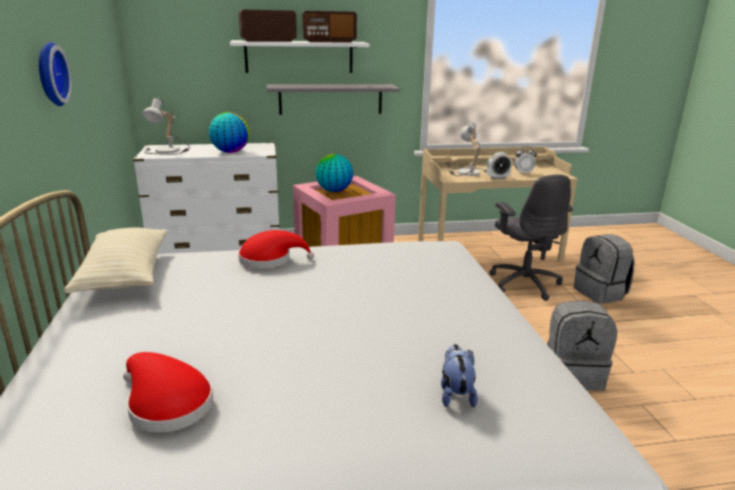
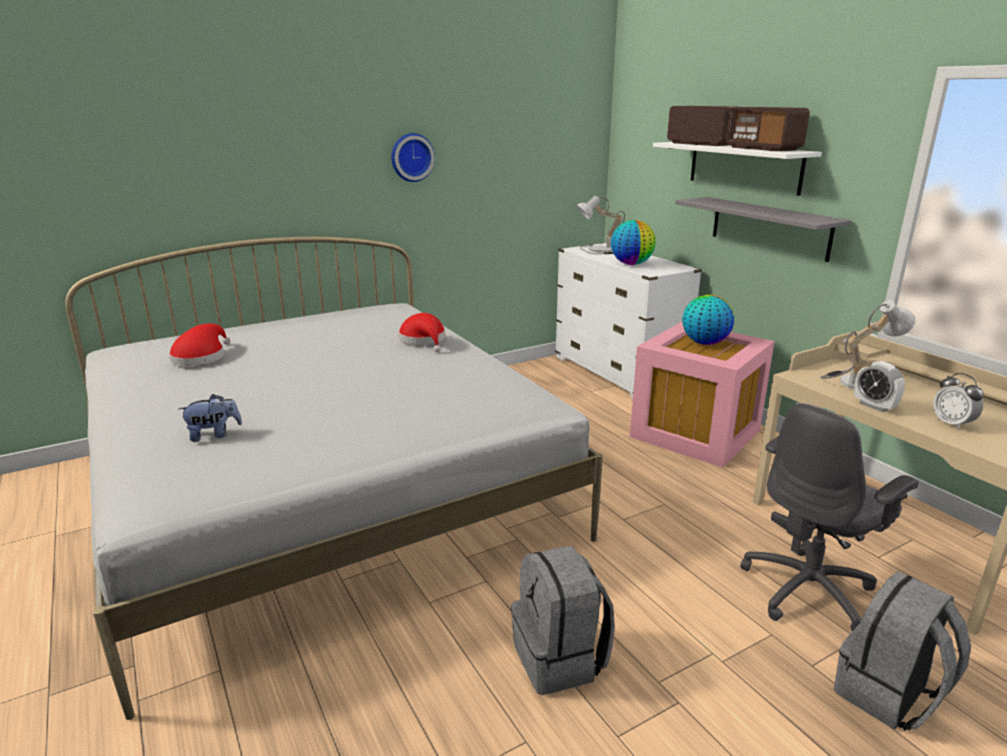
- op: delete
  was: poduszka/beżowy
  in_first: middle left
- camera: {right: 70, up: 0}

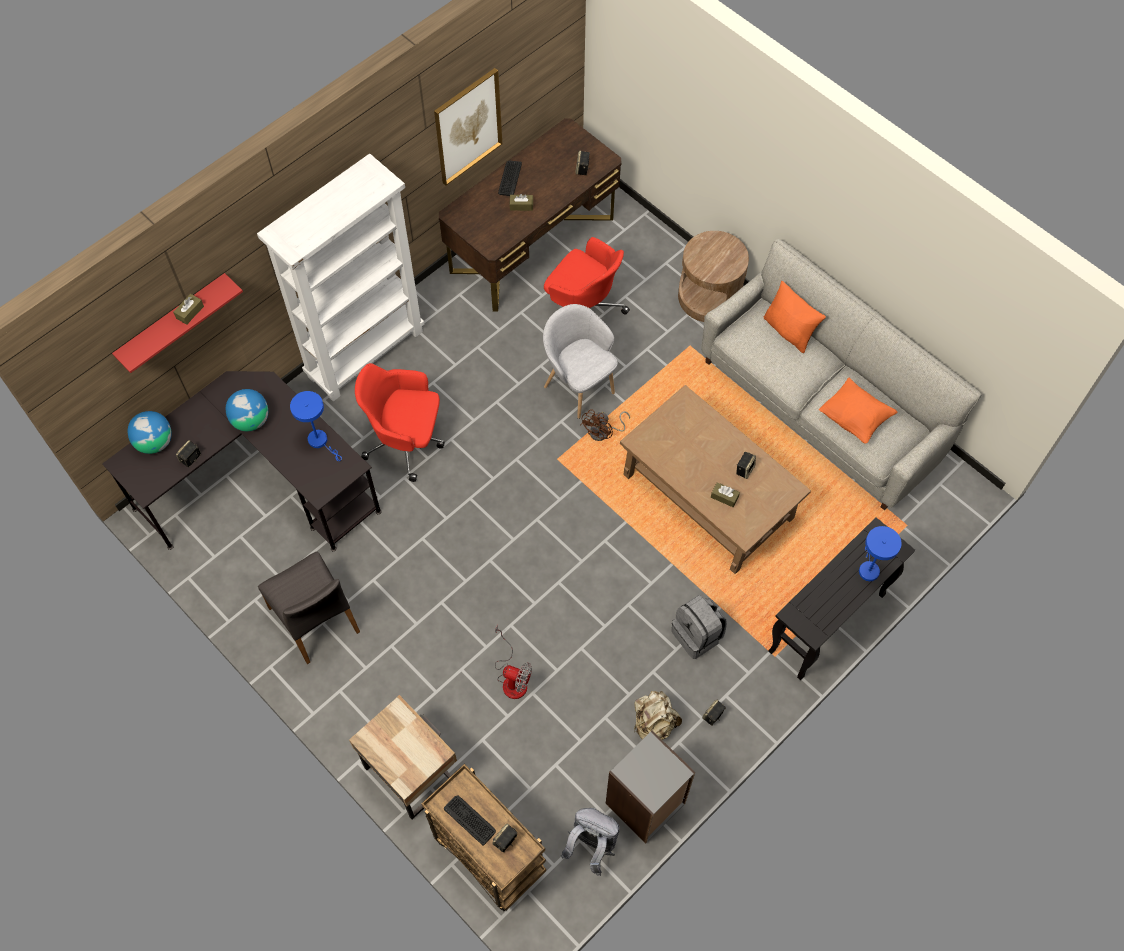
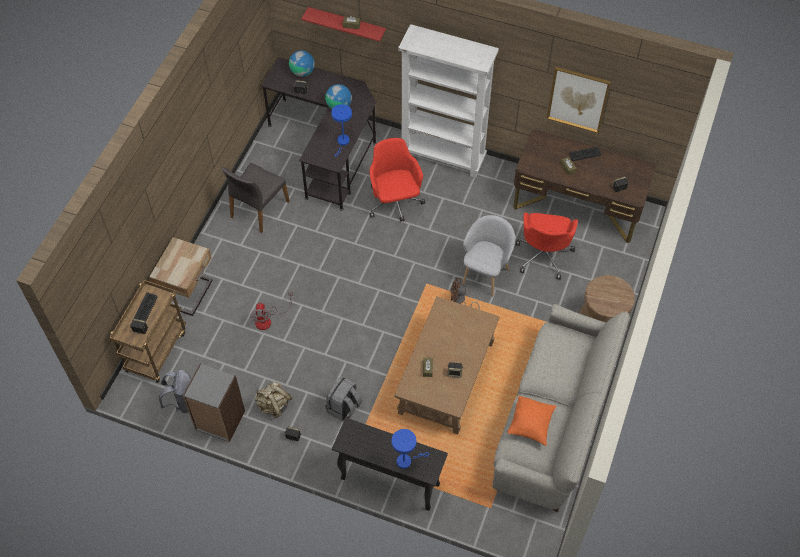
- op: delete
  was: poduszka/pomarańczowy (1st from left)
  in_first: middle right
- camera: {right: 65, up: -5}

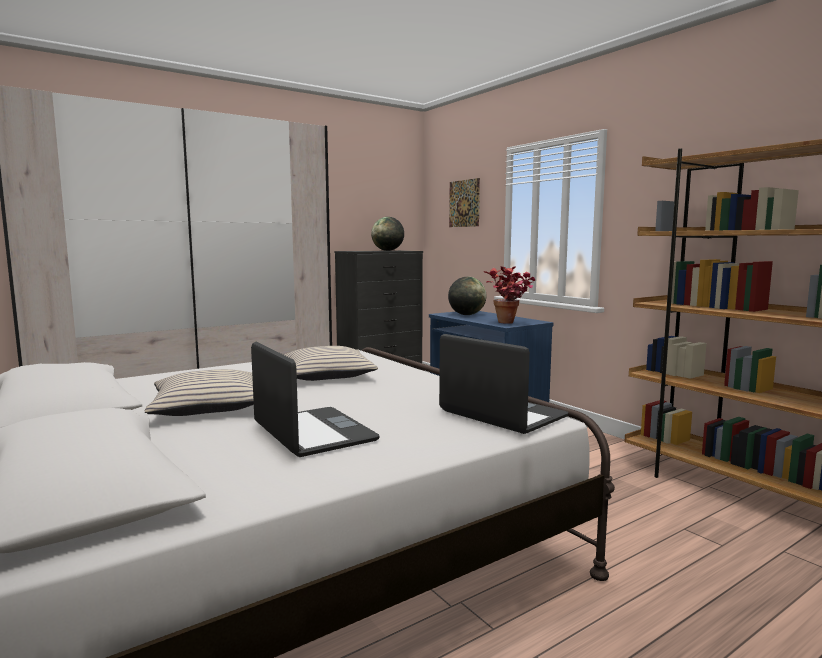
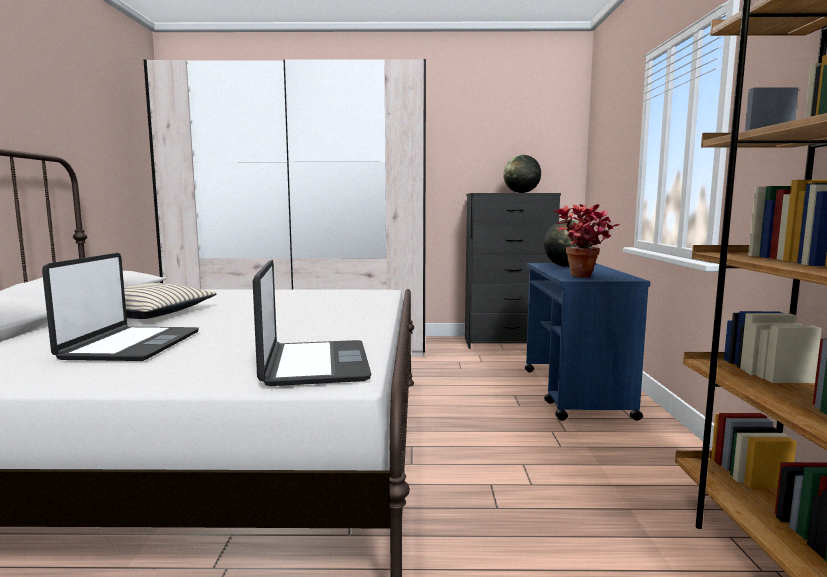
- op: delete
  was: poduszka/beżowy (2nd from left)
  in_first: centre
- op: delete
  was: obraz
  in_first: top centre
- camera: {right: 35, up: 0}

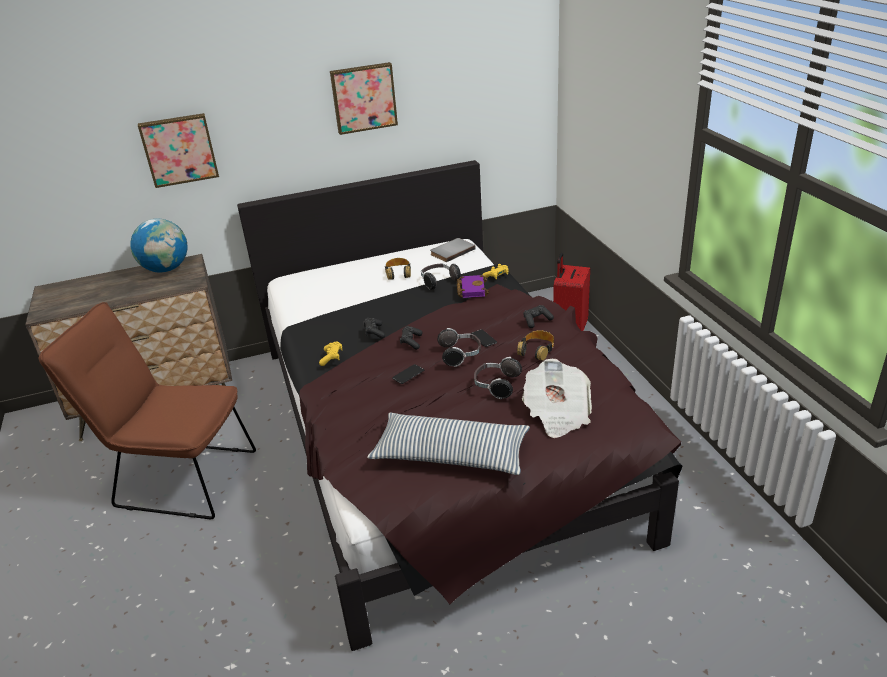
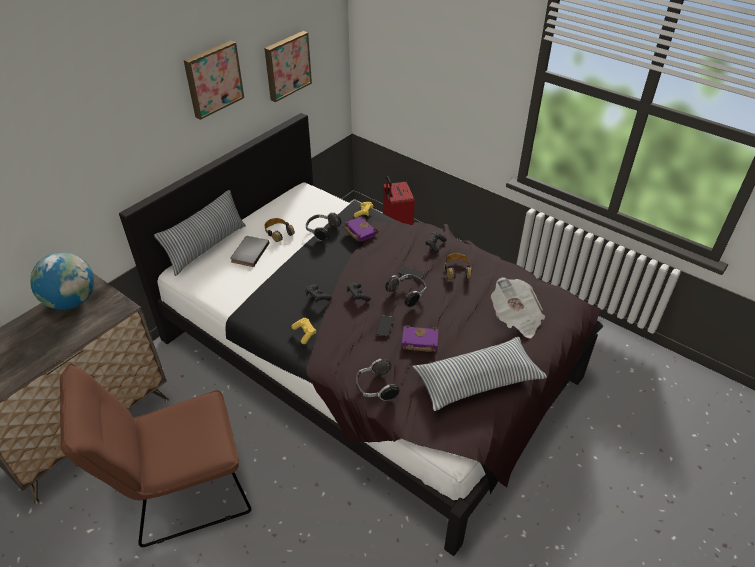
- op: insert
  now: poduszka (1st from left)
  in_second: middle left
- op: insert
  now: książka/fioletowy (2nd from left)
  in_second: centre
- op: move
  was: obraz (1st from left in the first image)
  now: obraz (2nd from left)
  in_first: top left
  in_second: top centre
- op: move
  was: książka/szary
  in_first: centre
  in_second: middle left
- op: move
  was: słuchawki (4th from left in the first image)
  now: słuchawki (3rd from left)
  in_first: centre
  in_second: bottom centre
- camera: {right: -35, up: 10}

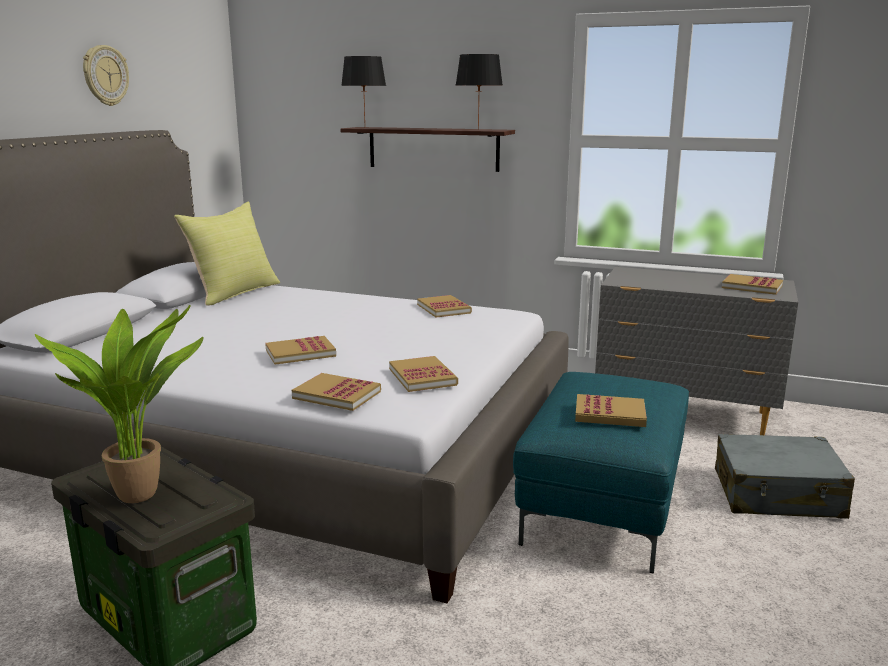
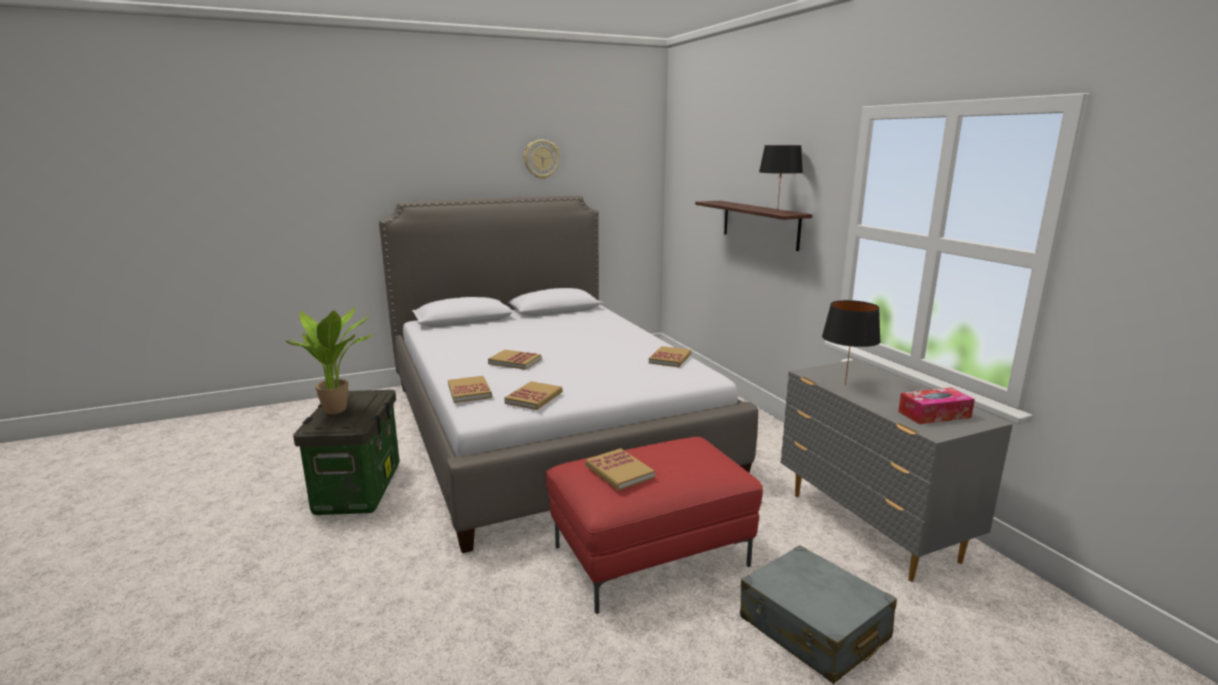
- op: delete
  was: poduszka/żółty
  in_first: middle left
- op: move
  was: lampa stołowa/czarny (1st from left in the first image)
  now: lampa stołowa/czarny (2nd from left)
  in_first: top centre
  in_second: middle right
- op: replace
  was: książka (6th from left)
  now: pudełko chusteczek
  in_first: middle right
  in_second: middle right
- op: recolor
  was: pufa/turkusowy
  now: pufa/czerwony
  in_first: bottom right
  in_second: bottom centre
- camera: {right: 45, up: 0}

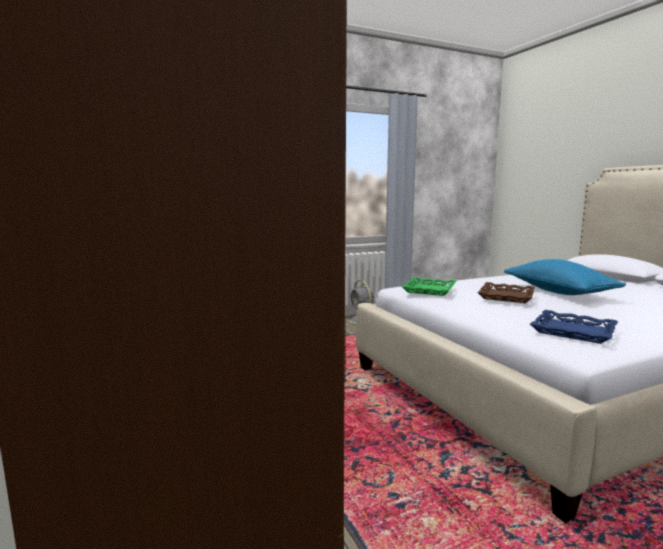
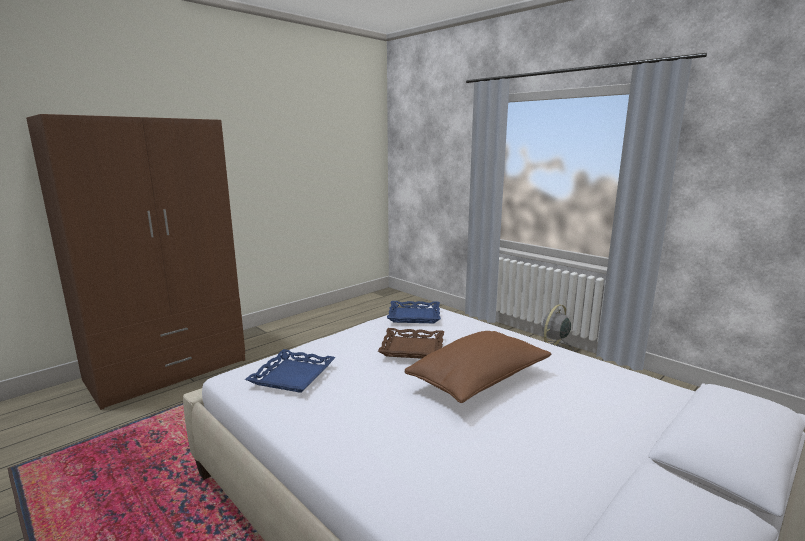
- op: recolor
  was: taca/zielony
  now: taca/niebieski (2nd from left)
  in_first: centre
  in_second: centre
- op: recolor
  was: poduszka/niebieski
  now: poduszka/brązowy
  in_first: middle right
  in_second: bottom centre
- camera: {right: 70, up: 5}

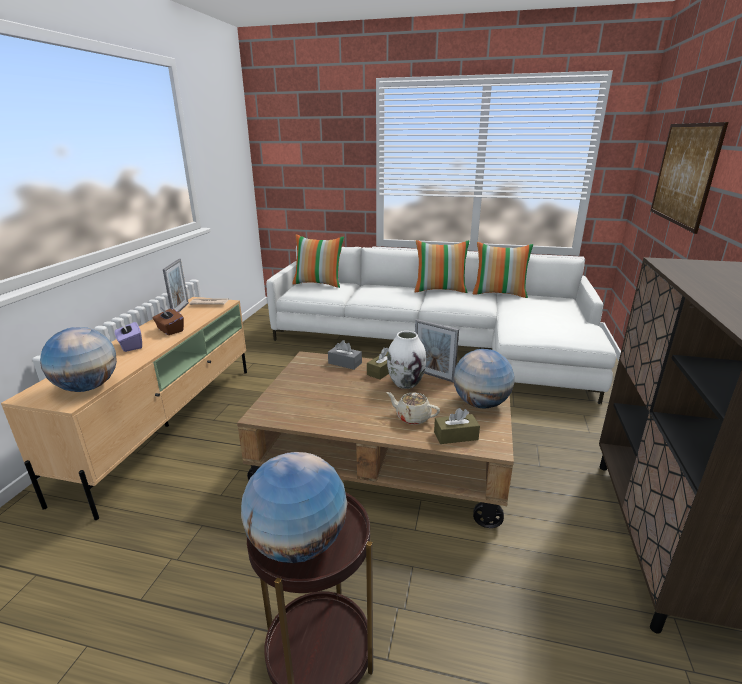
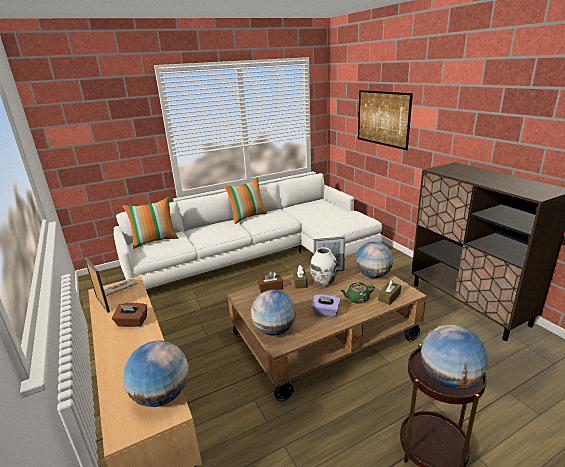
- op: delete
  was: poduszka (3rd from left)
  in_first: middle right
- op: insert
  now: globus (2nd from left)
  in_second: bottom centre
- op: move
  was: pudełko chusteczek/fioletowy
  in_first: middle left
  in_second: centre
- op: recolor
  was: pudełko chusteczek/szary
  now: pudełko chusteczek/brązowy (2nd from left)
  in_first: centre
  in_second: centre
- op: recolor
  was: imbryk/beżowy
  now: imbryk/zielony
  in_first: centre
  in_second: centre
- camera: {right: -40, up: 0}

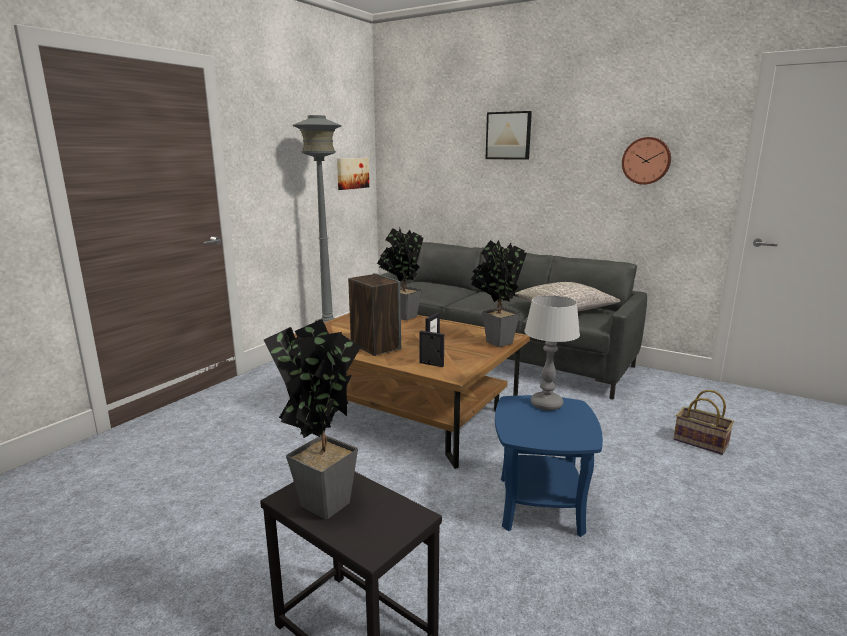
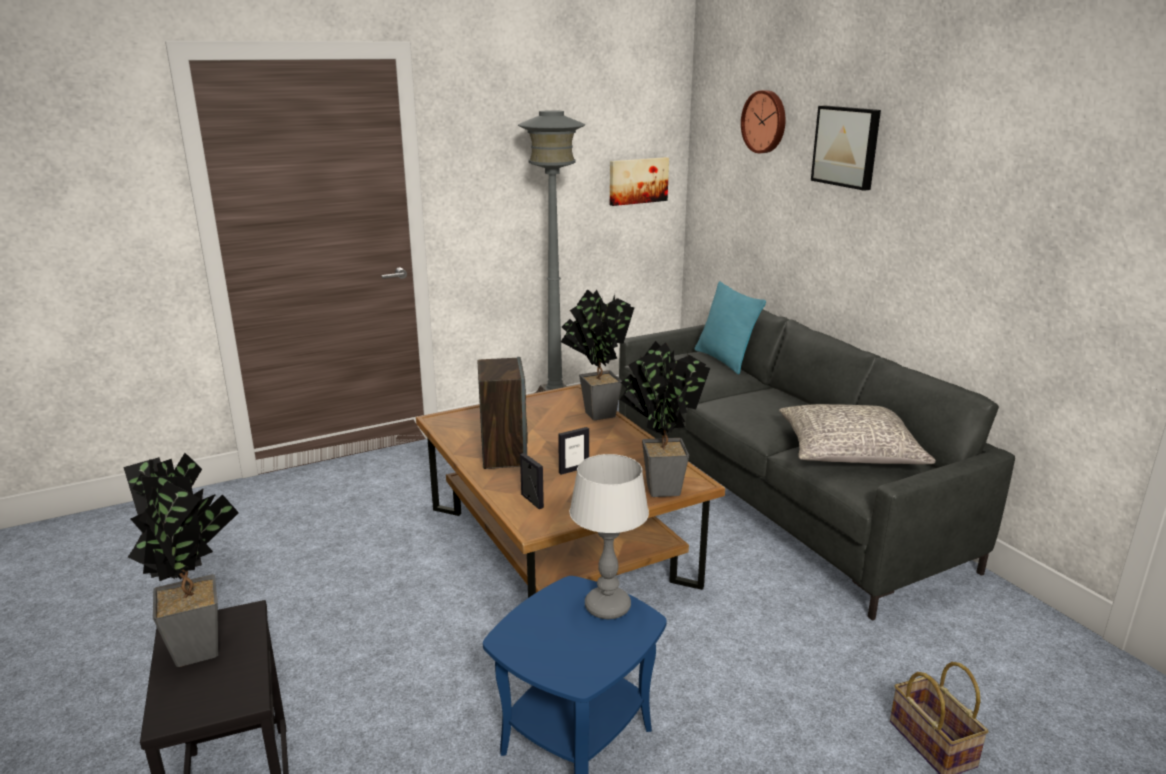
- op: insert
  now: poduszka/turkusowy
  in_second: centre
- op: move
  was: zegar ścienny
  in_first: top right
  in_second: top centre
- camera: {right: 30, up: 5}

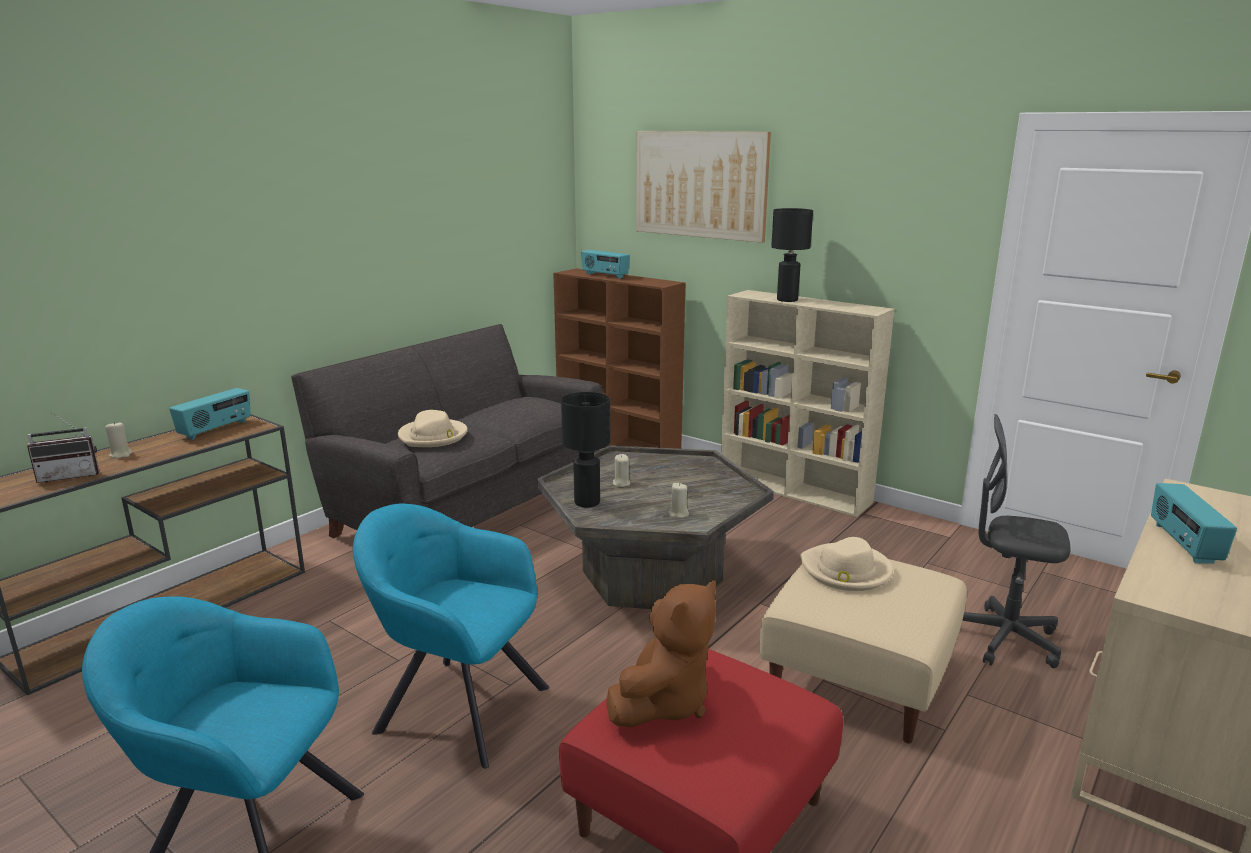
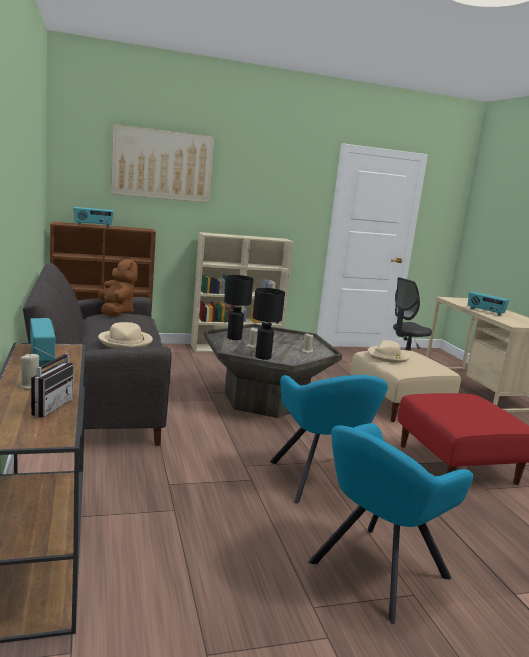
- op: move
  was: pluszak/brązowy
  in_first: bottom centre
  in_second: middle left
- op: move
  was: lampa stołowa/czarny (2nd from left in the first image)
  now: lampa stołowa/czarny (1st from left)
  in_first: top centre
  in_second: centre
- op: rotate
  was: fotel/turkusowy (2nd from left in the first image)
  in_first: bottom centre
  in_second: bottom centre
  clockwise: -75
- camera: {right: -55, up: -5}

